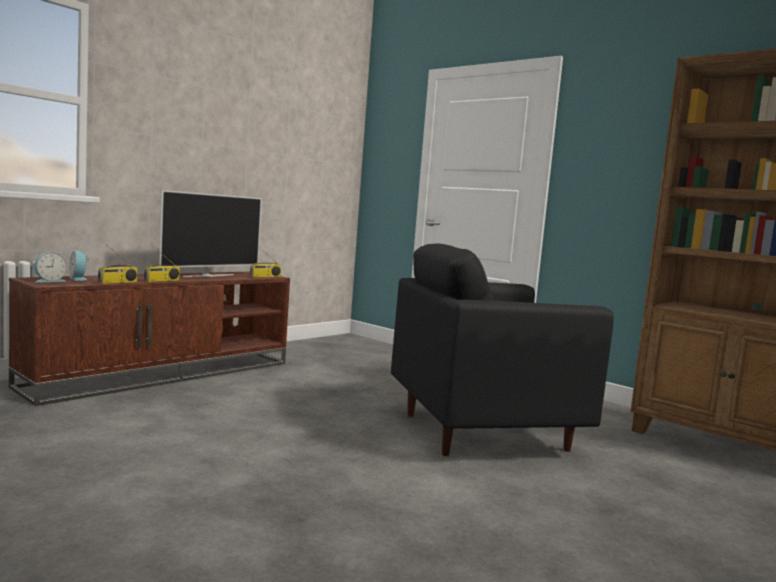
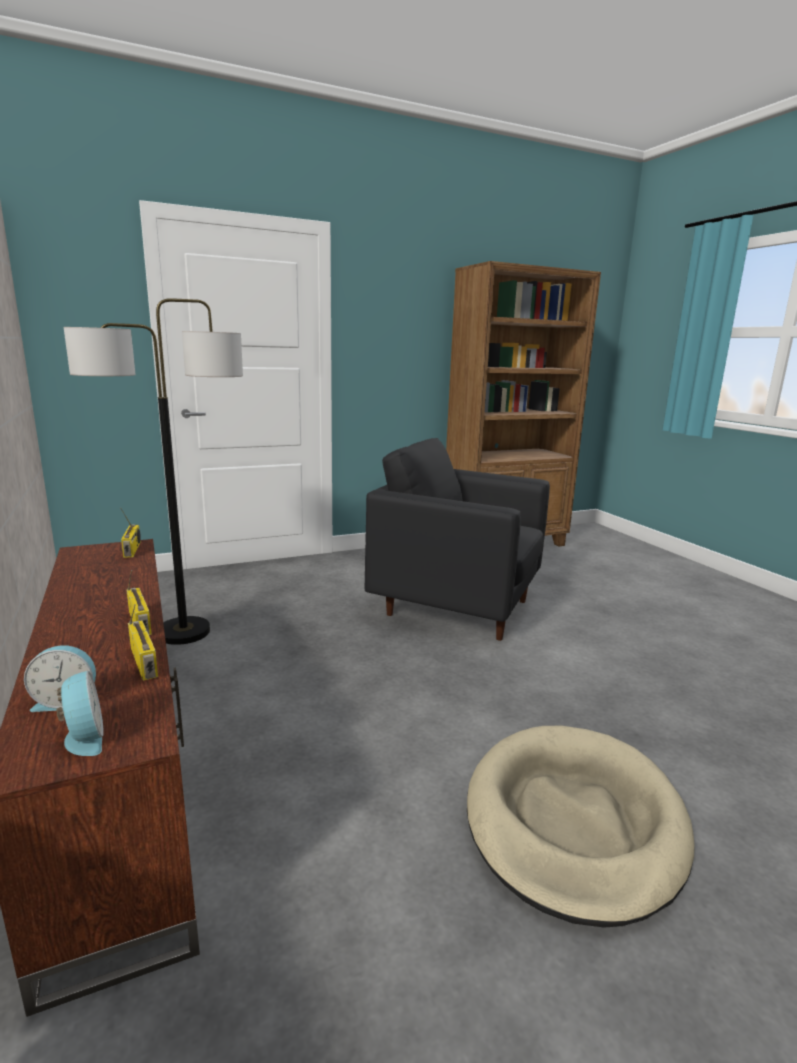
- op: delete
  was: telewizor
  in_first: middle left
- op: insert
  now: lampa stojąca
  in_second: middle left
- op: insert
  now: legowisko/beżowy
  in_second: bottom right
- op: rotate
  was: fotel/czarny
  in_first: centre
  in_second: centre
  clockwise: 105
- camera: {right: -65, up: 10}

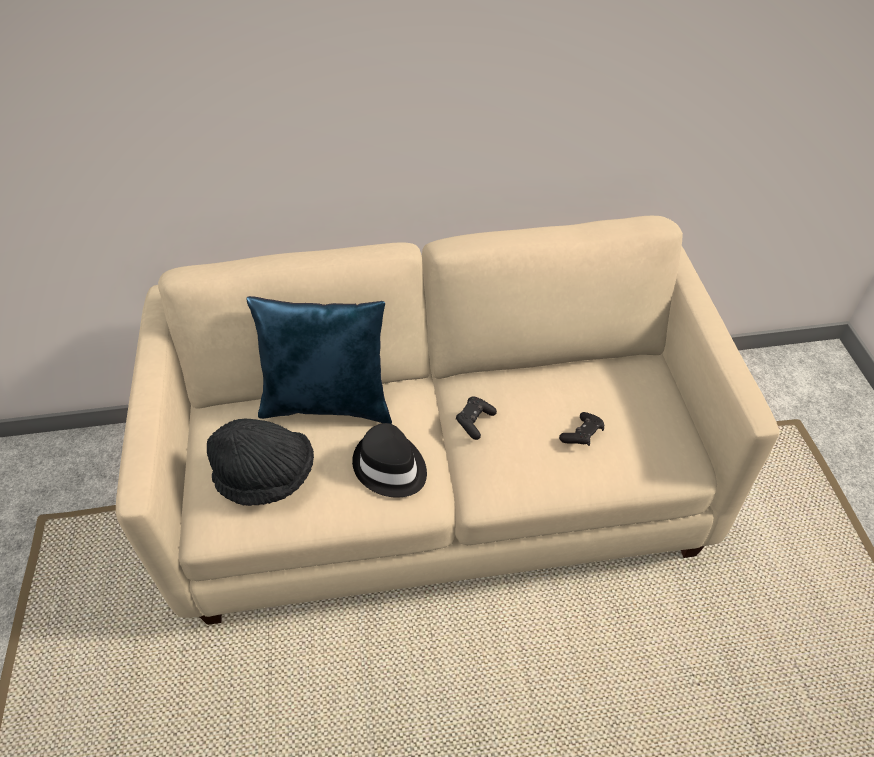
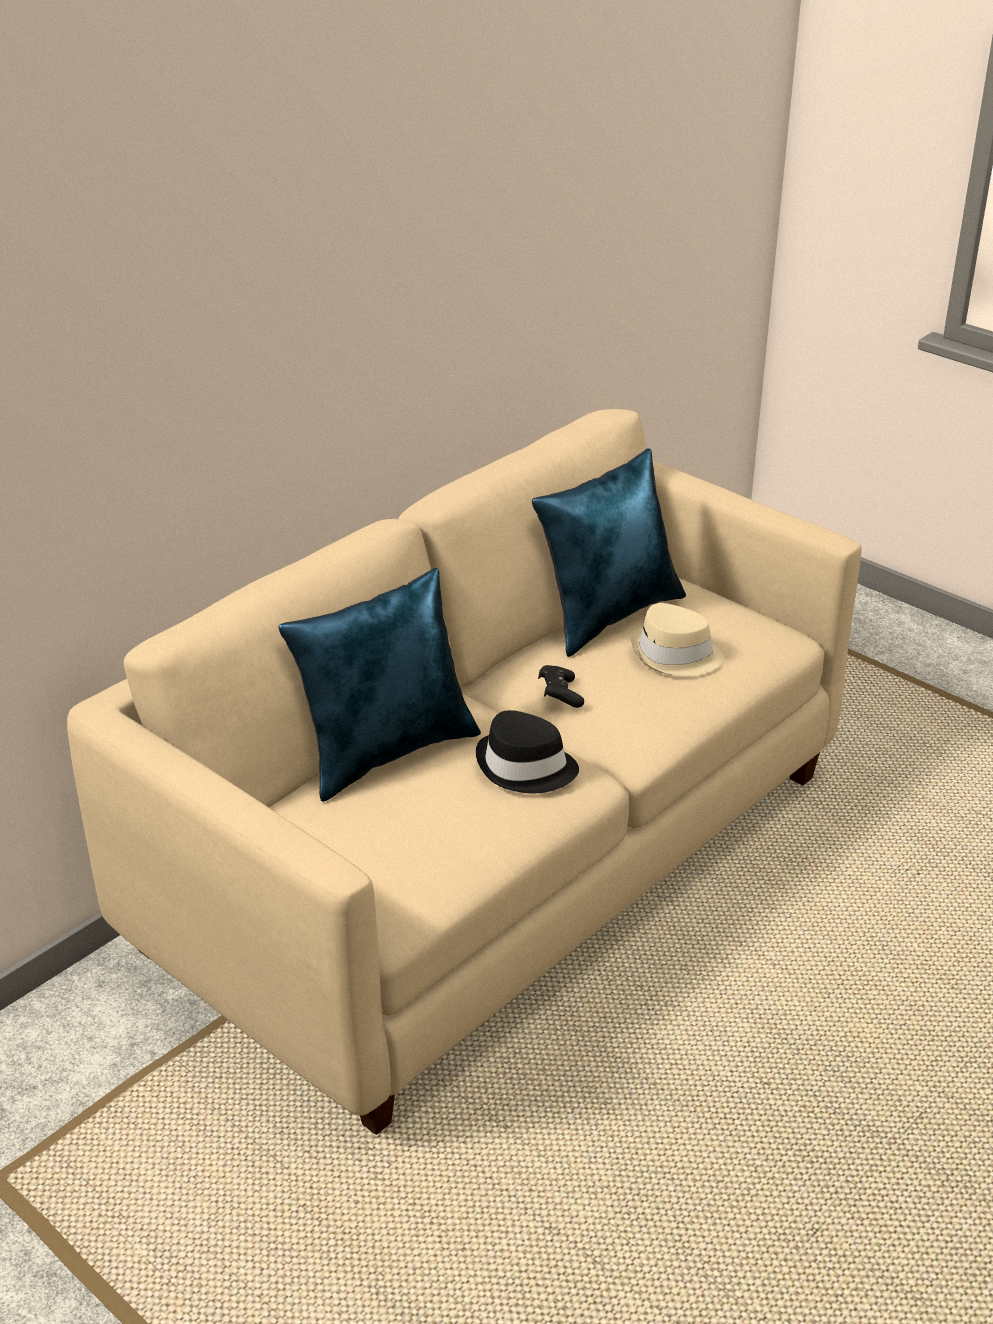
- op: delete
  was: kapelusz/czarny (1st from left)
  in_first: middle left
- op: insert
  now: poduszka/niebieski (2nd from left)
  in_second: centre
- op: replace
  was: pad do gier/czarny (2nd from left)
  now: kapelusz/beżowy
  in_first: centre
  in_second: middle right
- camera: {right: -40, up: -15}

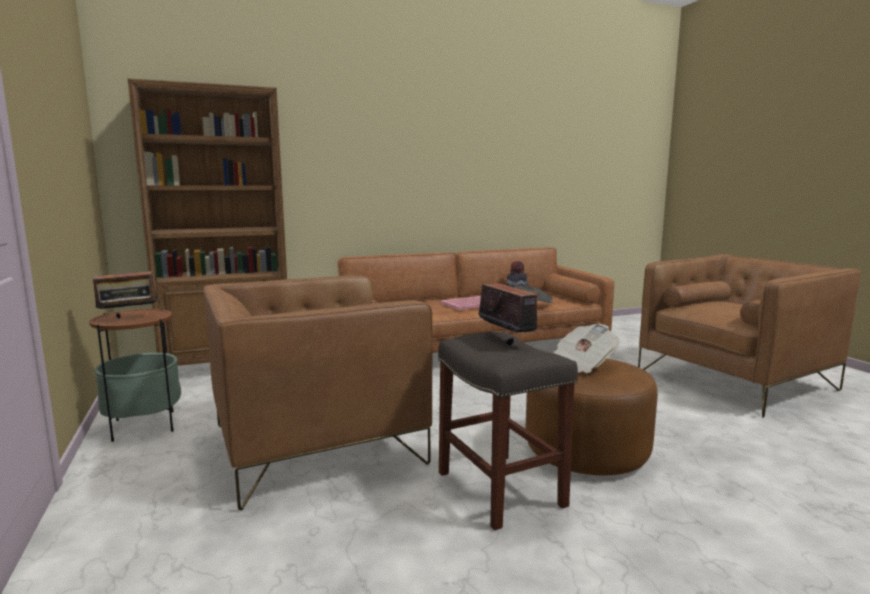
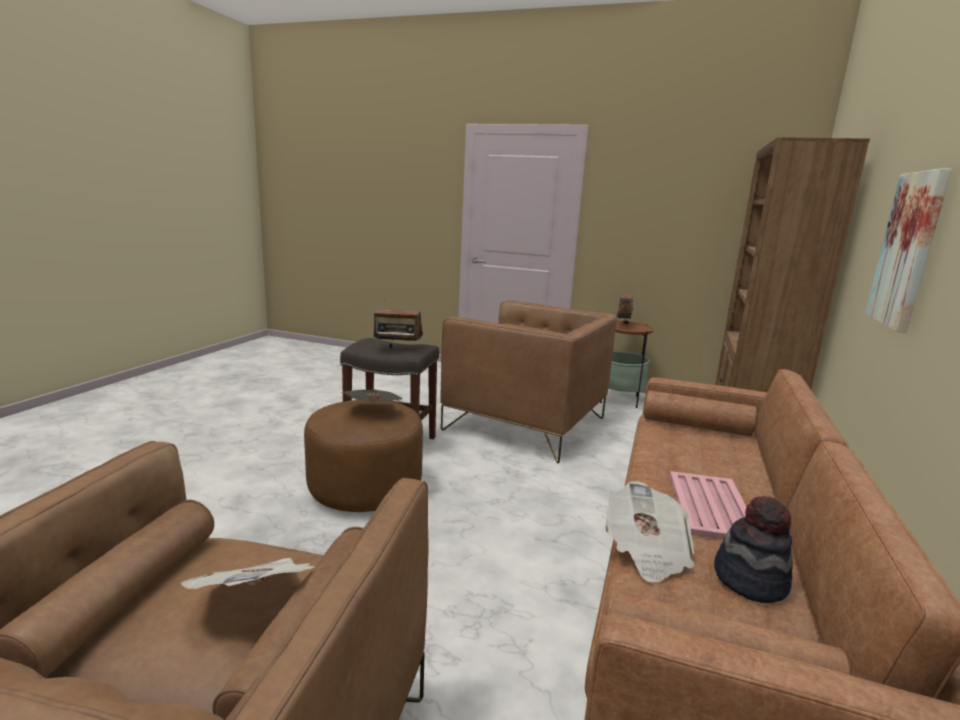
- op: insert
  now: gazeta (1st from left)
  in_second: bottom left
- op: insert
  now: obraz
  in_second: middle right
- op: rotate
  was: fotel/brązowy (1st from left in the first image)
  in_first: centre
  in_second: centre
  clockwise: 105
- camera: {right: 130, up: 5}

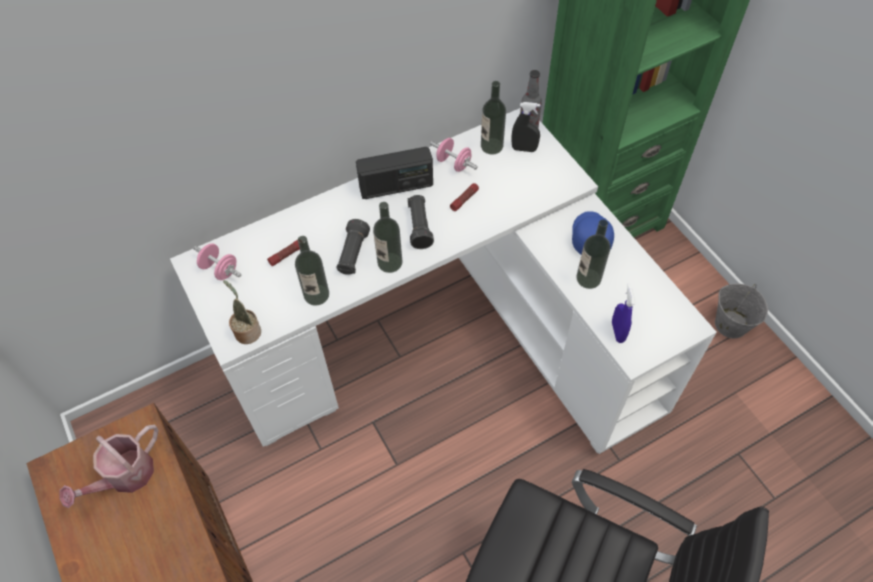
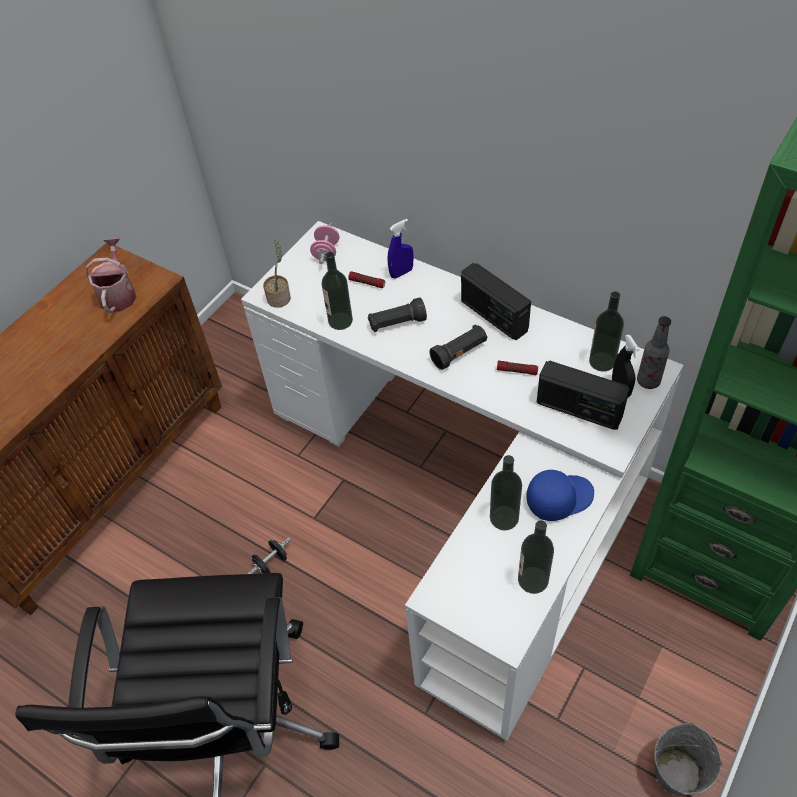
- op: delete
  was: hantel/różowy (2nd from left)
  in_first: top centre
- op: insert
  now: hantel/czarny
  in_second: bottom centre
- op: insert
  now: radio (2nd from left)
  in_second: middle right
- op: move
  was: butelka (2nd from left in the first image)
  now: butelka (3rd from left)
  in_first: centre
  in_second: bottom right
- op: move
  was: spryskiwacz/niebieski
  in_first: middle right
  in_second: top centre
- op: rotate
  was: konewka
  in_first: bottom left
  in_second: middle left
  clockwise: 75
- camera: {right: 65, up: -5}

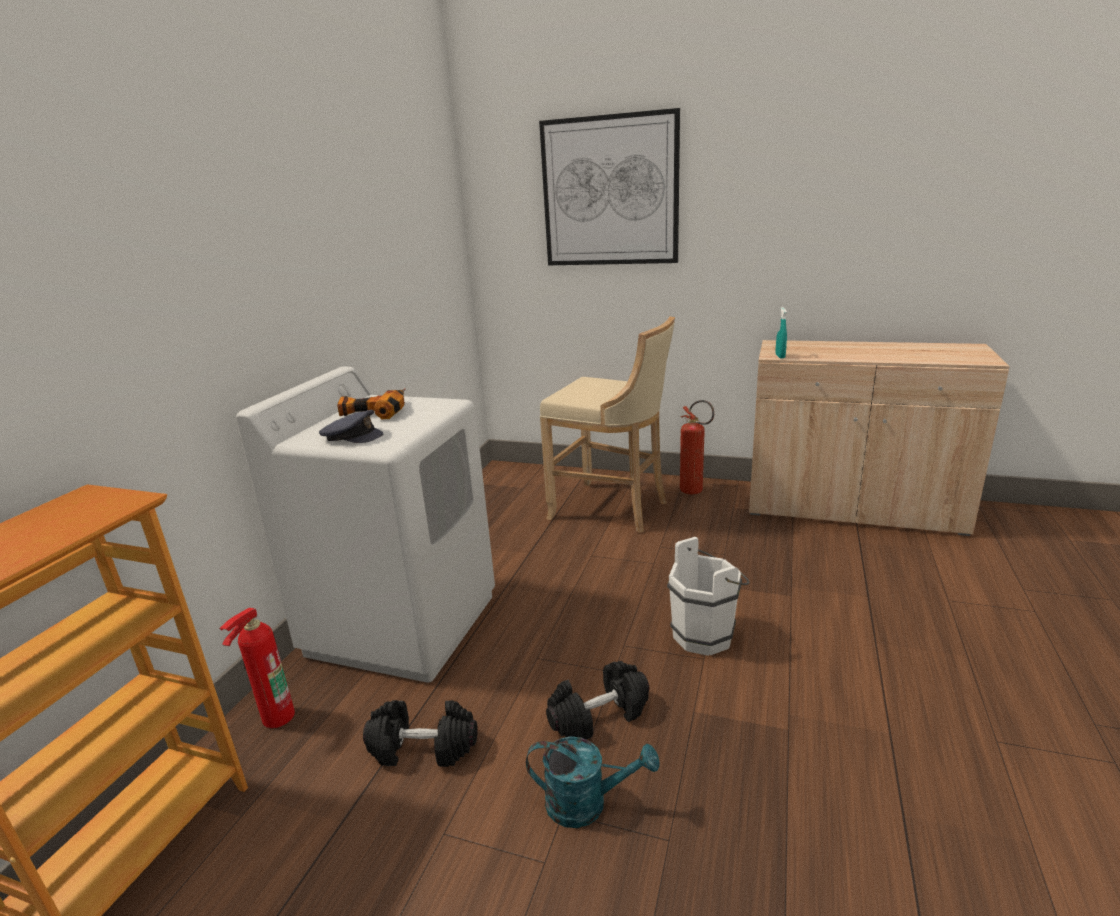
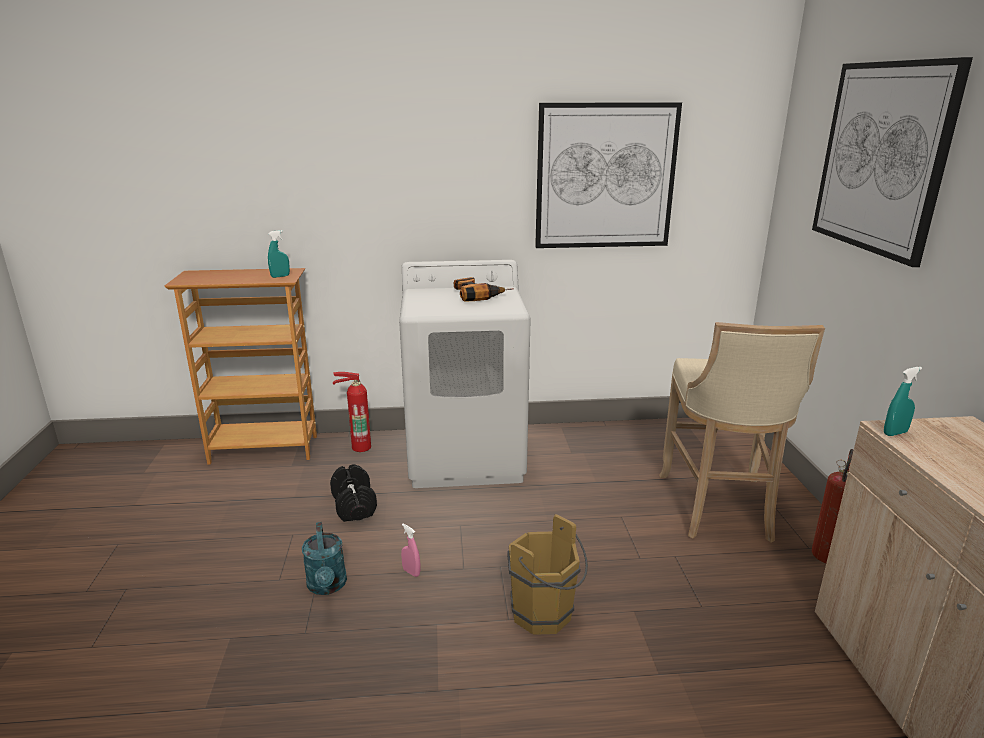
- op: delete
  was: czapka z daszkiem/szary
  in_first: middle left
- op: insert
  now: spryskiwacz/turkusowy (1st from left)
  in_second: middle left
- op: insert
  now: obraz (1st from left)
  in_second: top centre
- op: replace
  was: hantel/czarny (2nd from left)
  now: spryskiwacz/różowy
  in_first: bottom centre
  in_second: bottom centre
- op: recolor
  was: wiadro/biały
  now: wiadro/brązowy
  in_first: centre
  in_second: bottom centre
- camera: {right: 65, up: 0}

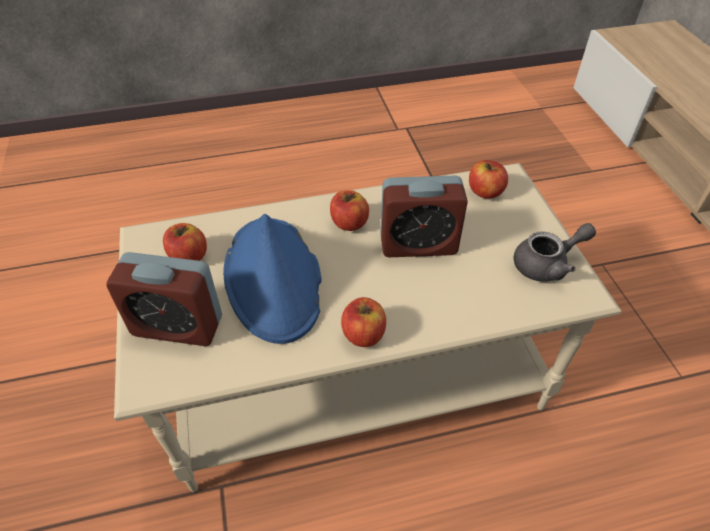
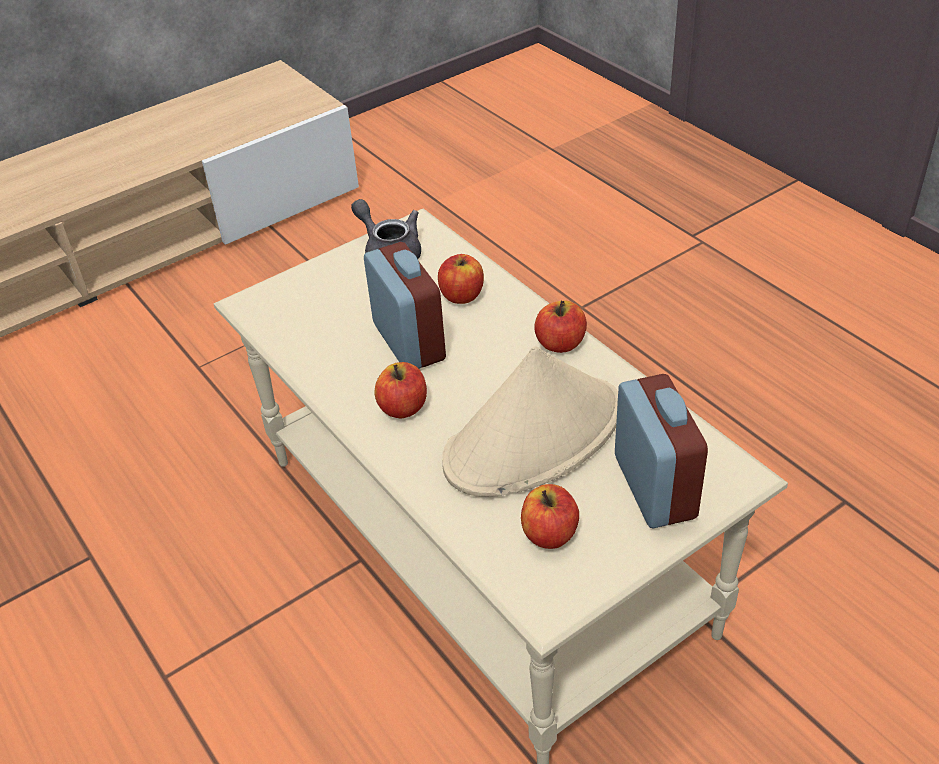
- op: move
  was: jabłko (4th from left in the first image)
  now: jabłko (2nd from left)
  in_first: middle right
  in_second: centre
- op: recolor
  was: kapelusz/niebieski
  now: kapelusz/beżowy
  in_first: centre
  in_second: centre
- camera: {right: -110, up: -5}

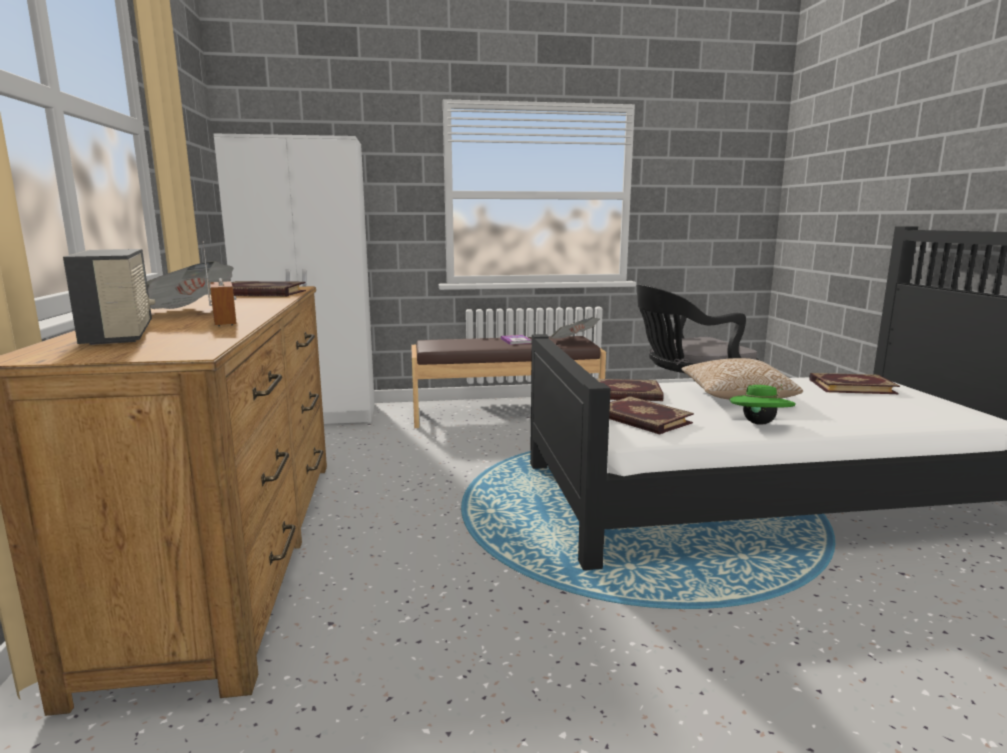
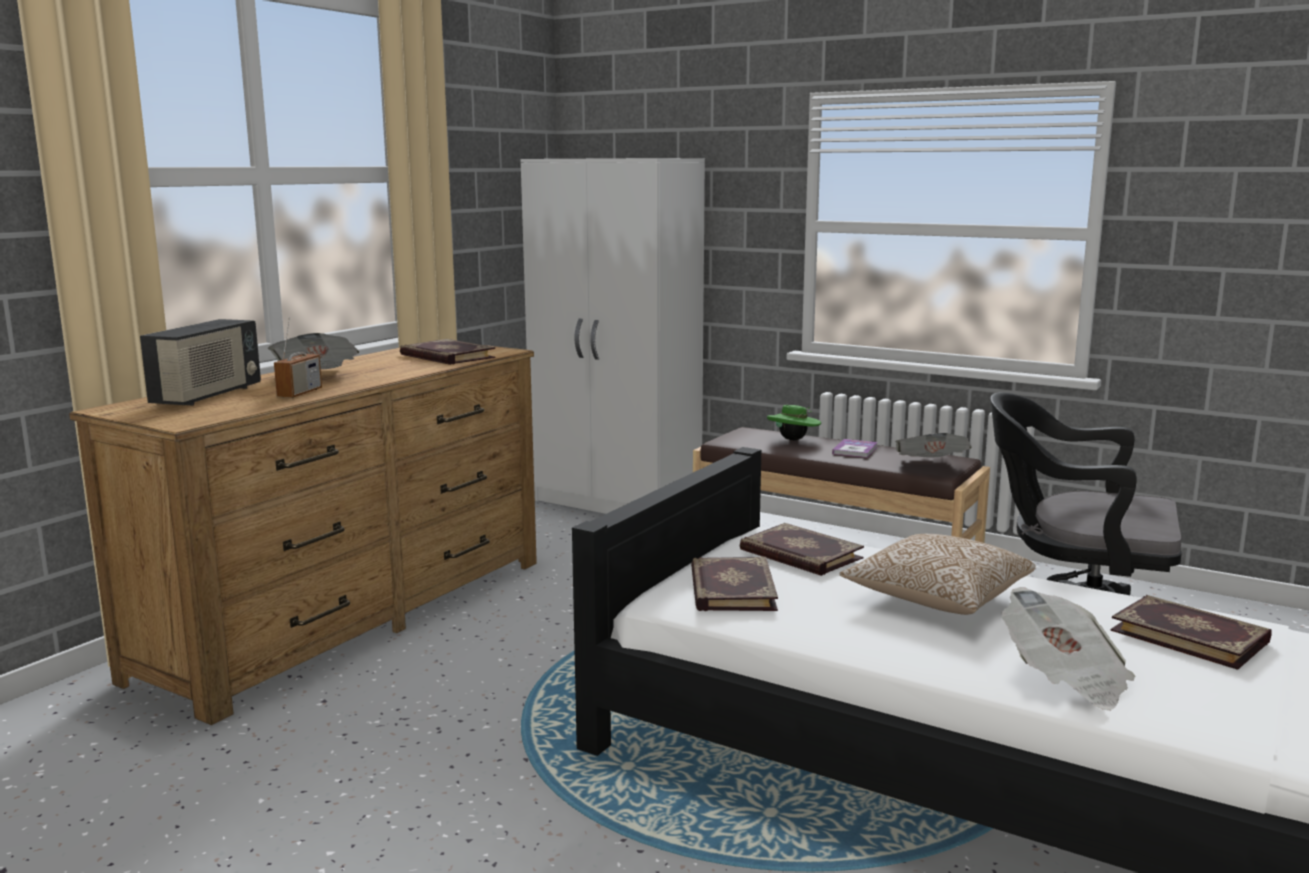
- op: insert
  now: gazeta (3rd from left)
  in_second: bottom right
- op: move
  was: kapelusz/zielony
  in_first: middle right
  in_second: centre
- camera: {right: 40, up: 0}

